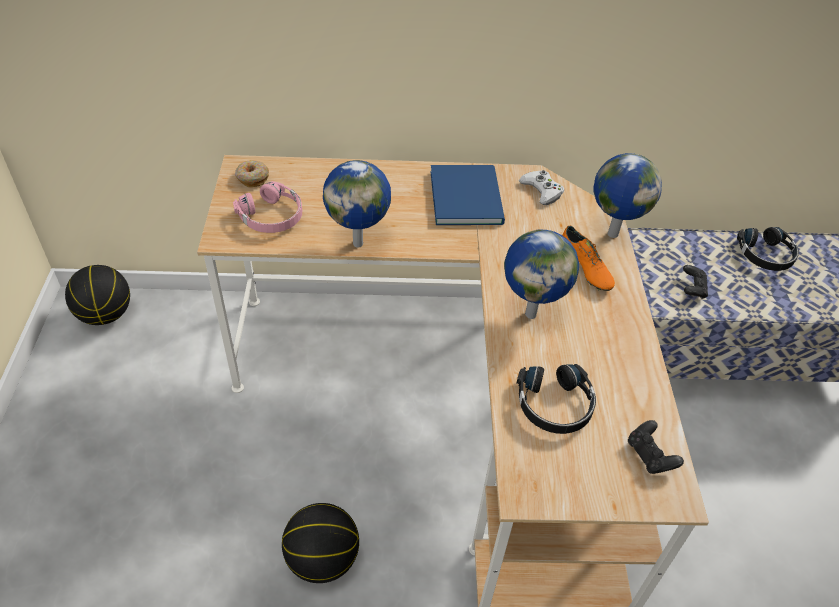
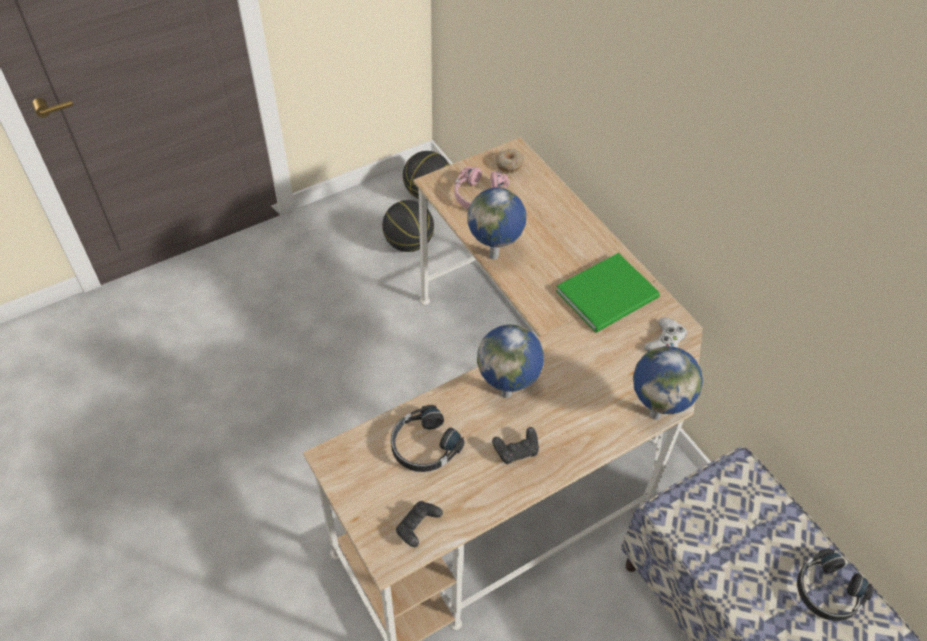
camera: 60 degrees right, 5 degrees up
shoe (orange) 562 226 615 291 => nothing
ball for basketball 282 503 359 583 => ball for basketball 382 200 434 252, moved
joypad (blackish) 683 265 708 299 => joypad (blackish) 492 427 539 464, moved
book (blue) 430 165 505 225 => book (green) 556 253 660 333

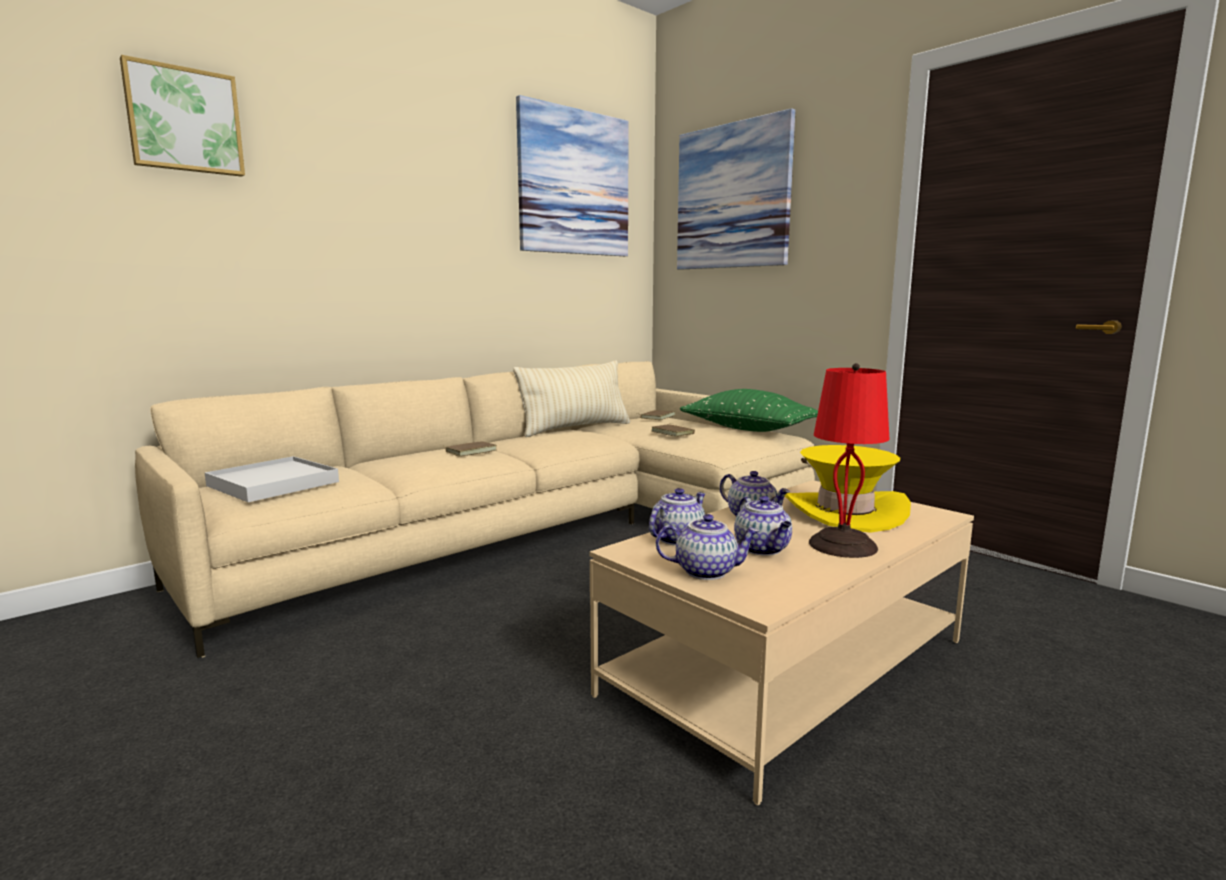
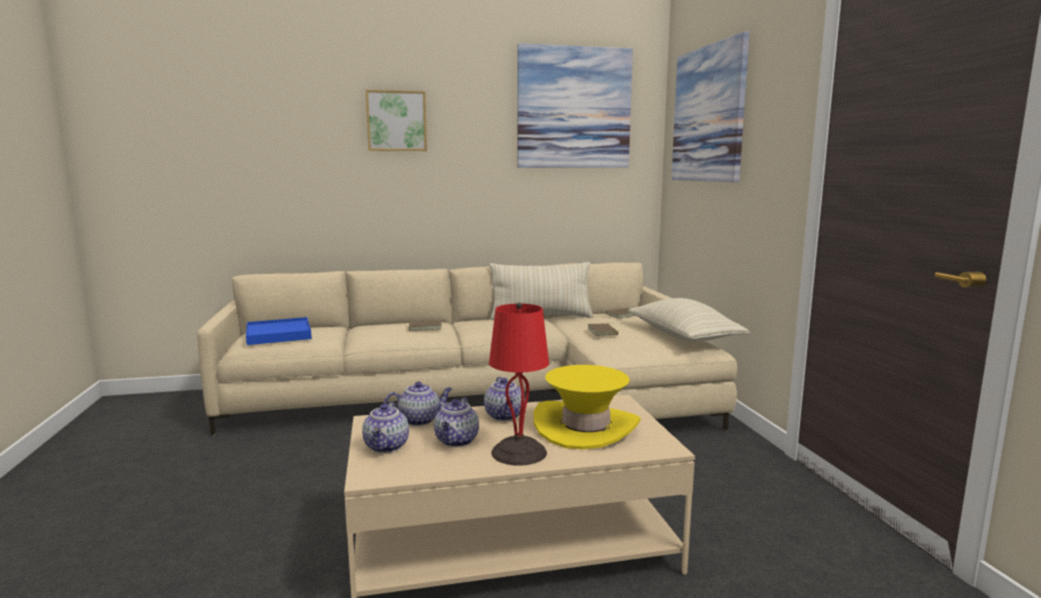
camera: 30 degrees right, 0 degrees up
wall art 120 55 245 177 => wall art 366 90 427 151, moved
carrying tray (whitish) 205 456 339 502 => carrying tray (blue) 246 317 312 345
pillow (green) 680 389 818 432 => pillow (beige-coloured) 628 298 750 342
pot for tea 656 514 760 580 => pot for tea 362 401 409 453, 60 degrees clockwise

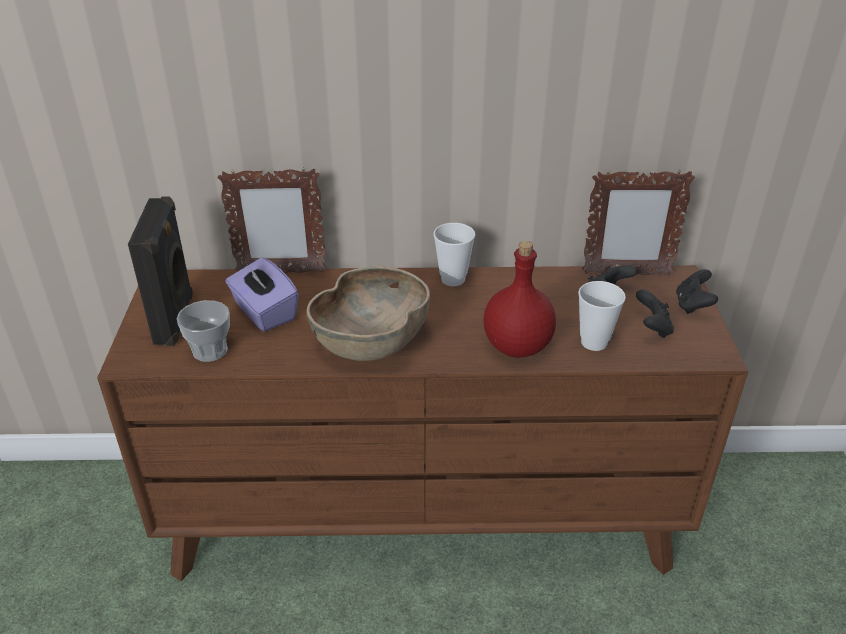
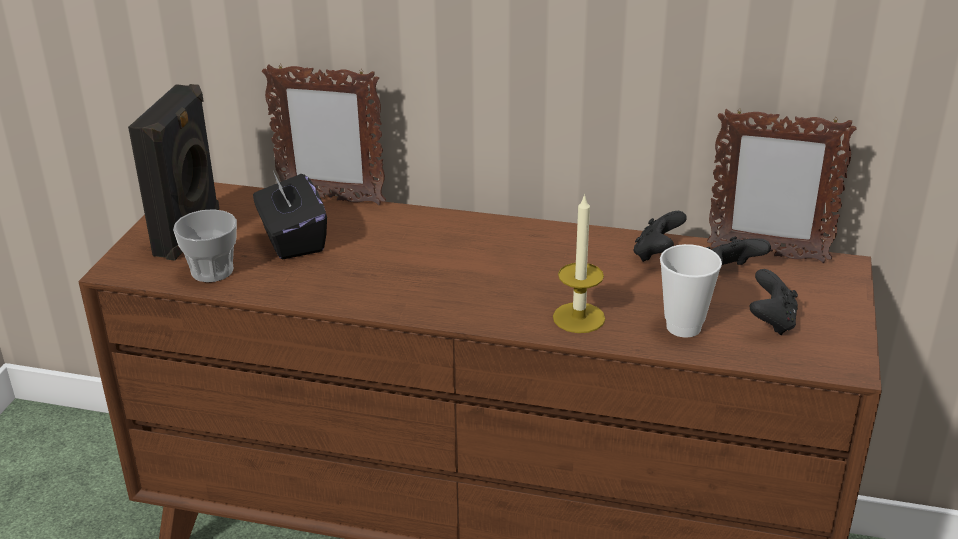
camera: 15 degrees right, 5 degrees down
deep dish (brownish) 306 266 430 361 => nothing
cup 433 223 475 286 => nothing
joypad (blackish) 676 269 718 314 => joypad (blackish) 633 211 687 262, moved
beverage bottle (red) 483 241 556 358 => wax candle 553 193 605 333
box of tissues (purple-coloured) 226 258 299 332 => box of tissues (blackish) 253 171 327 260

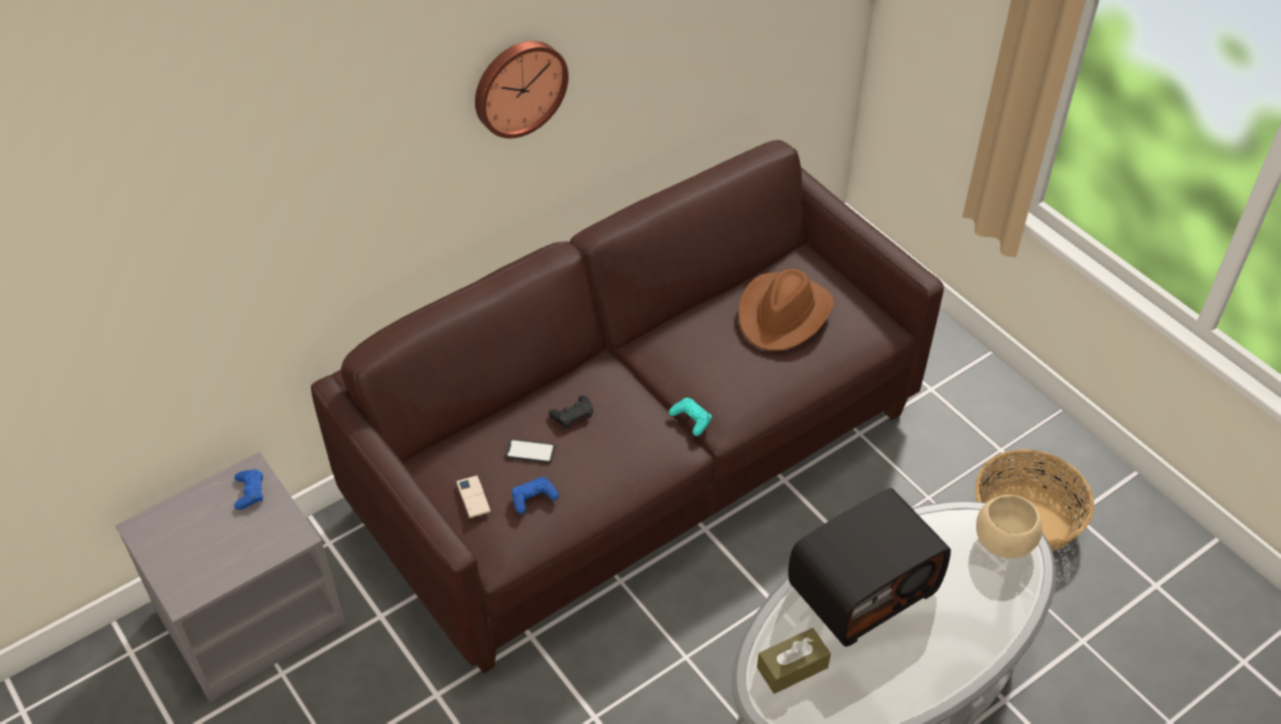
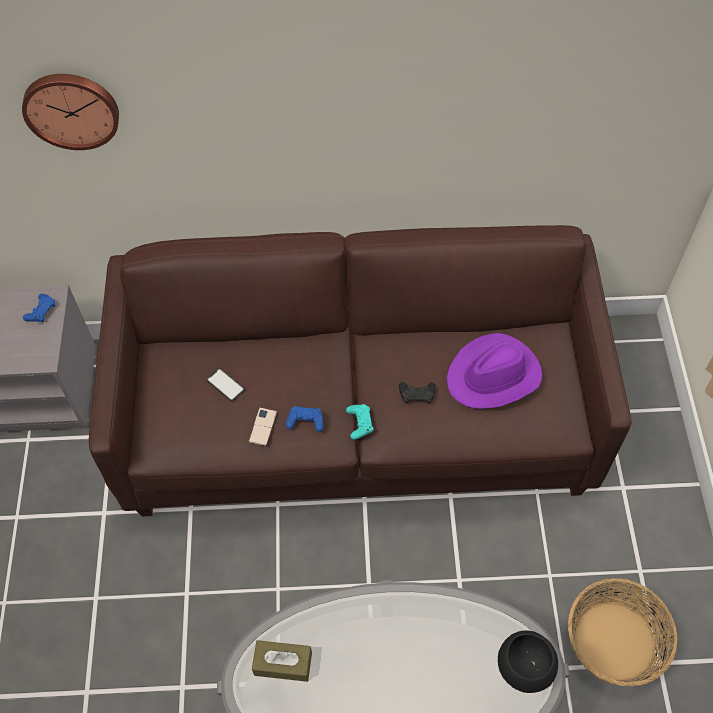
camera: 35 degrees right, 10 degrees up
radio 788 488 951 647 => nothing
phone 456 475 491 518 => phone 248 408 277 446, moved
wall clock 475 41 569 138 => wall clock 22 74 119 150, moved
joypad (blue) 512 477 559 514 => joypad (blue) 286 406 323 432, moved
joypad (blackish) 549 395 593 429 => joypad (blackish) 399 382 436 404, moved
wearable hat (brownish) 739 269 834 351 => wearable hat (purple-coloured) 447 333 542 409
deep dish (beige-coloured) 976 495 1043 558 => deep dish (blackish) 498 630 558 693

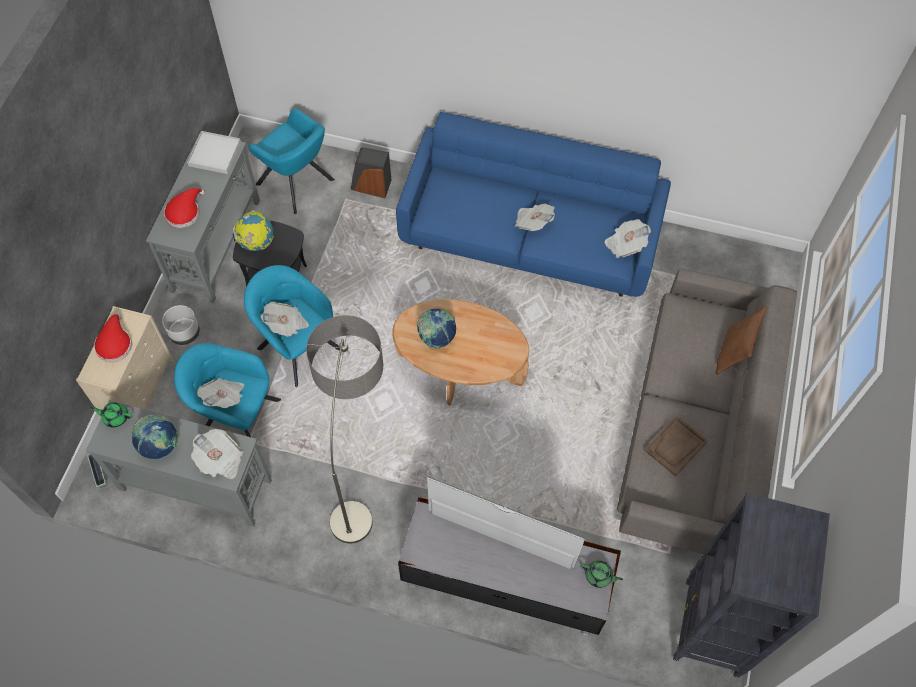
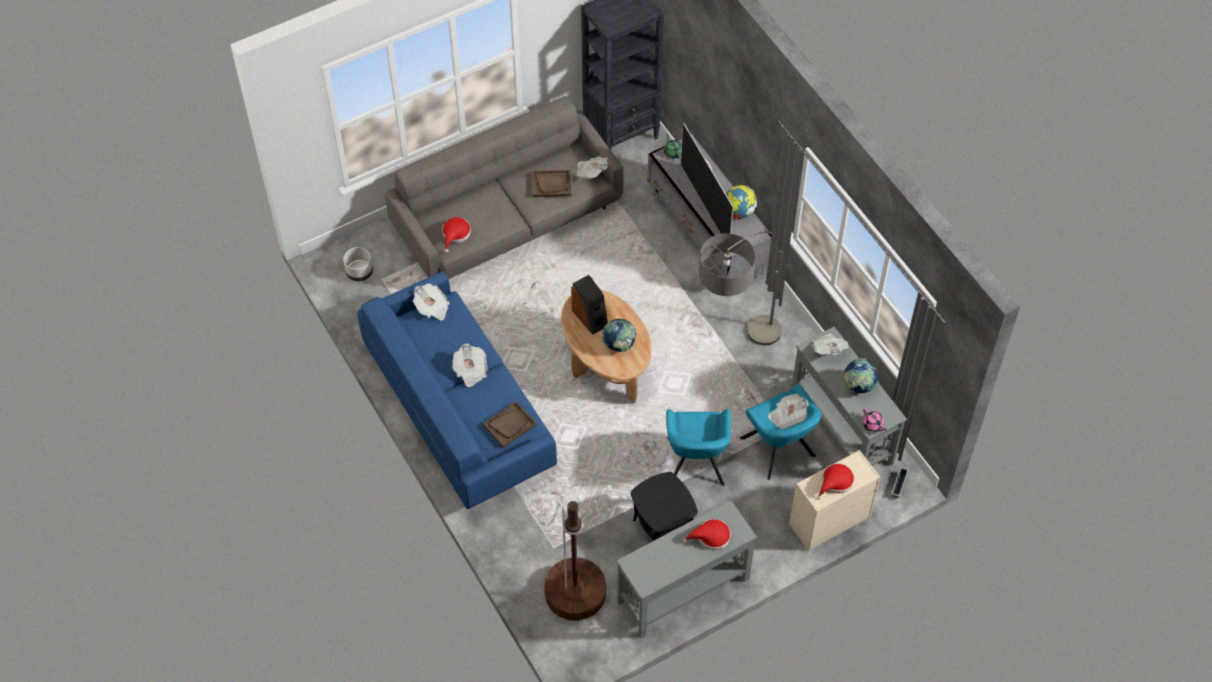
camera: 135 degrees left, 5 degrees down
carrying tray (whitish) 187 131 241 174 => nothing
pillow (brownish) 715 306 767 375 => nothing
nothing => wearable hat (red) 442 217 471 253
nothing => carrying tray (brownish) 483 401 537 448
flower pot (greyish) 162 305 200 345 => flower pot (greyish) 343 247 373 281, moved
world globe 233 211 274 251 => world globe 726 185 757 220, moved
daily paper 260 302 309 337 => daily paper 575 156 608 179, moved
speaker 351 147 391 198 => speaker 571 275 608 335, moved
armchair (blue-green) 249 109 335 214 => standing lamp (brownish) 544 501 606 621
pot for tea (green) 91 402 132 428 => pot for tea (pinkish) 863 408 886 432

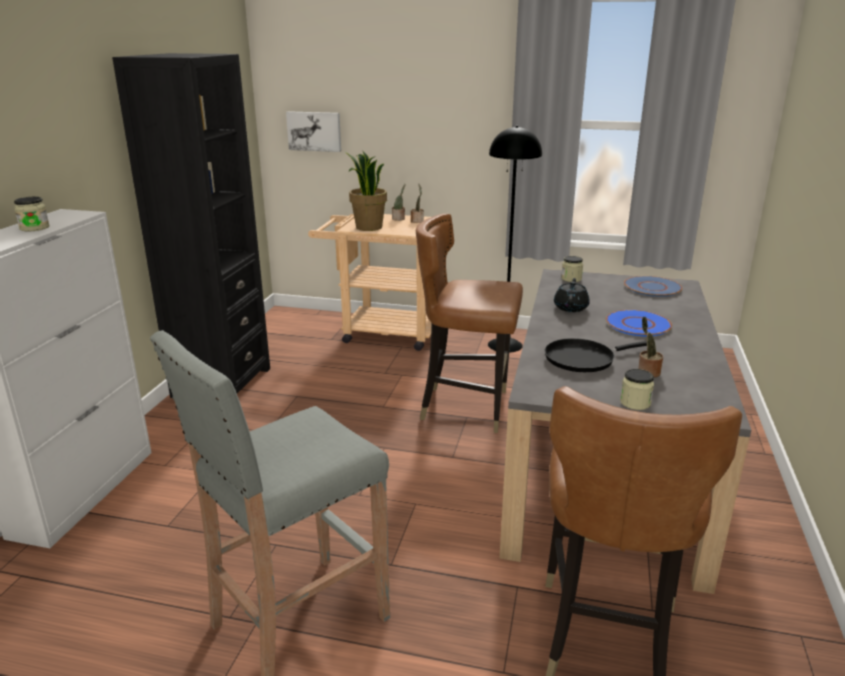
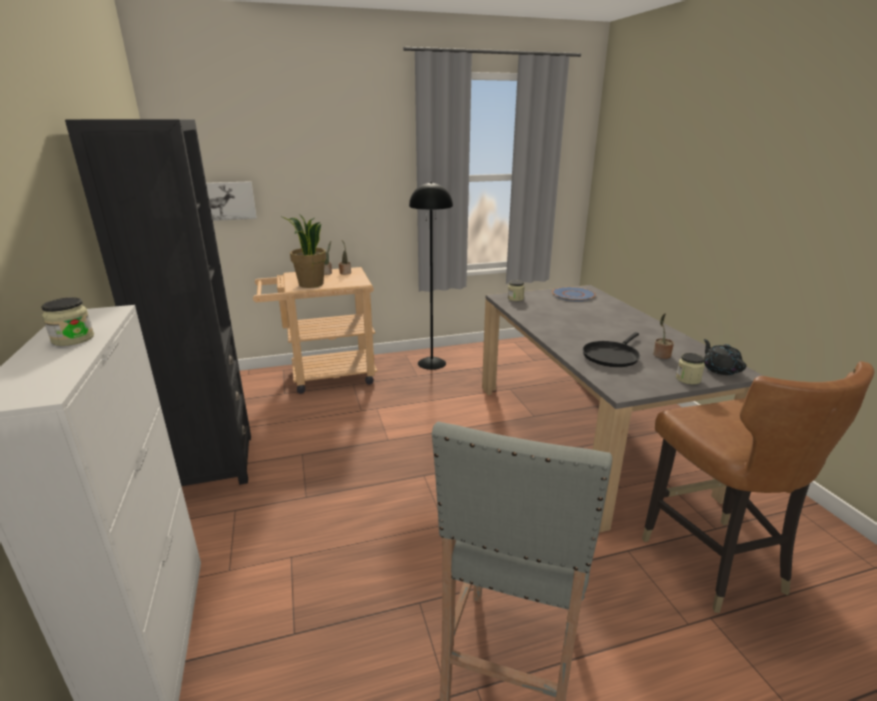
camera: 30 degrees left, 0 degrees up
upright chair (brownish) 416 214 523 433 => nothing
flat dish (blue) 606 310 672 336 => nothing
pot for tea (blackish) 554 278 590 312 => pot for tea (blackish) 704 339 746 375, moved

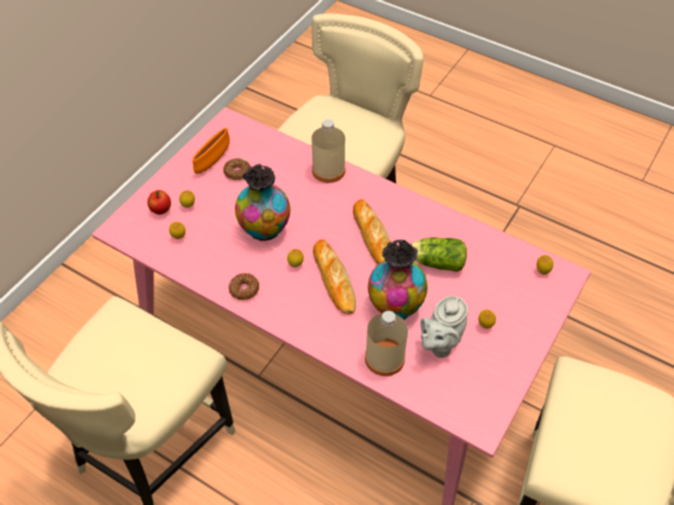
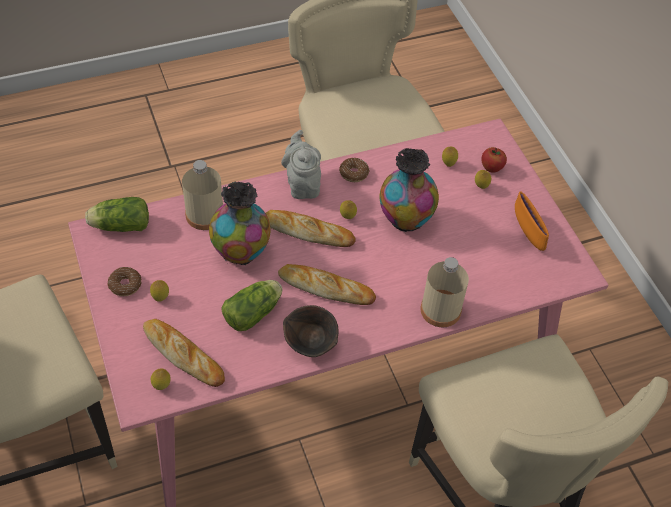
camera: 125 degrees right, 0 degrees up
nothing => head of lettuce 85 197 149 232
nothing => bakery bread 143 319 225 387
nothing => deep dish (brownish) 283 305 339 357
ring doughnut 223 158 251 180 => ring doughnut 107 267 141 296, moved
pot for tea (greyish) 420 296 468 358 => pot for tea (greyish) 281 130 321 199, moved

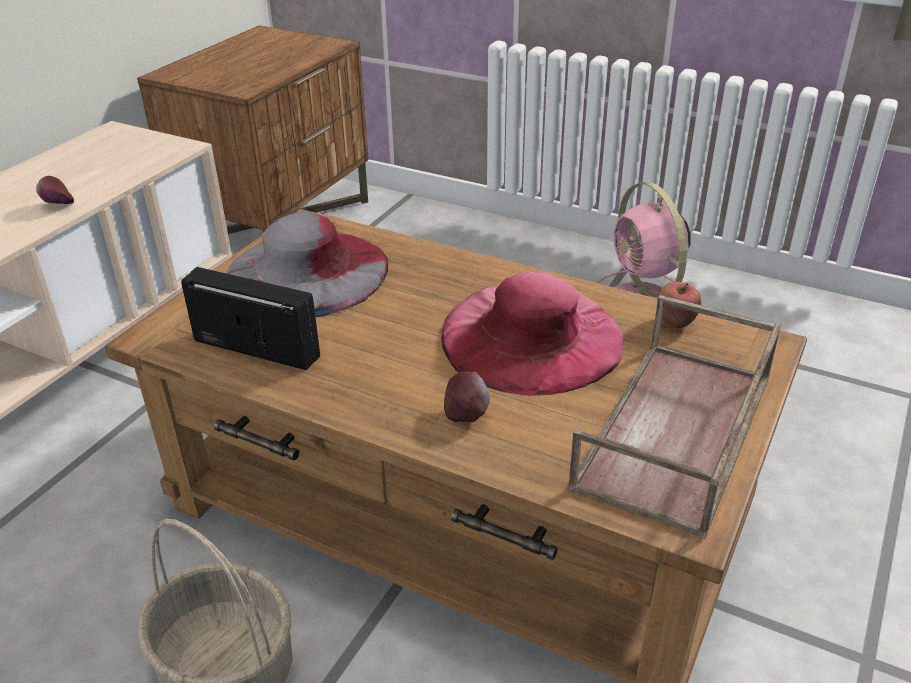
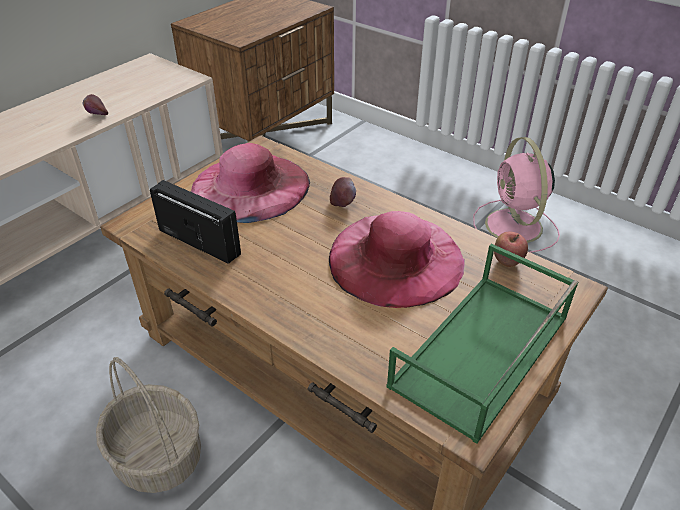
camera: 10 degrees right, 5 degrees up
apple 444 372 490 422 => apple 330 177 356 207, moved
wearable hat (greyish) 226 211 388 317 => wearable hat (pinkish) 191 143 310 223
carrying tray (brownish) 568 295 781 539 => carrying tray (green) 386 244 578 444

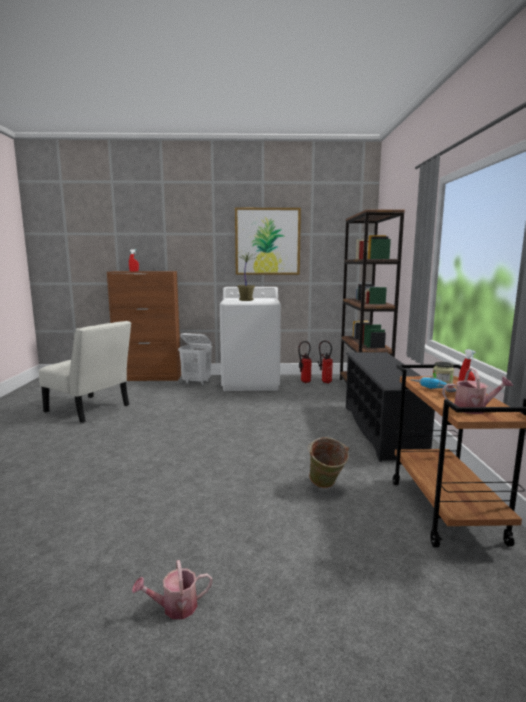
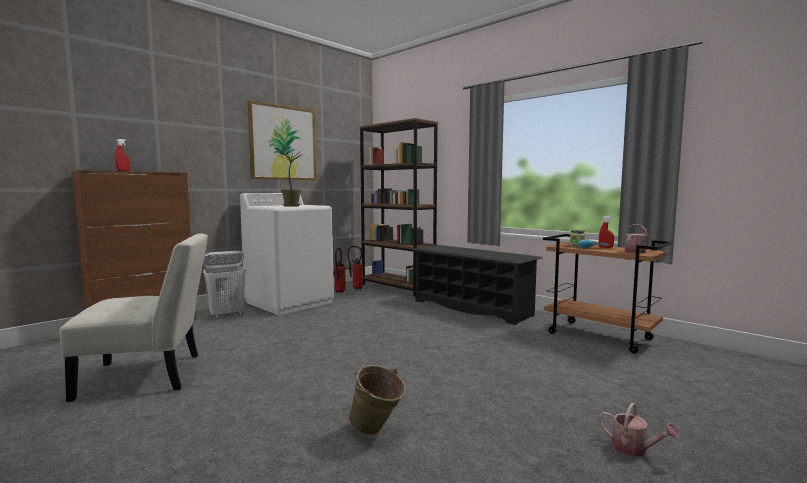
camera: 45 degrees left, 5 degrees down
water bucket (green) 308 437 349 488 => water bucket (green) 349 365 406 435, moved
watering pot 132 560 212 619 => watering pot 599 403 679 457, 75 degrees counterclockwise

